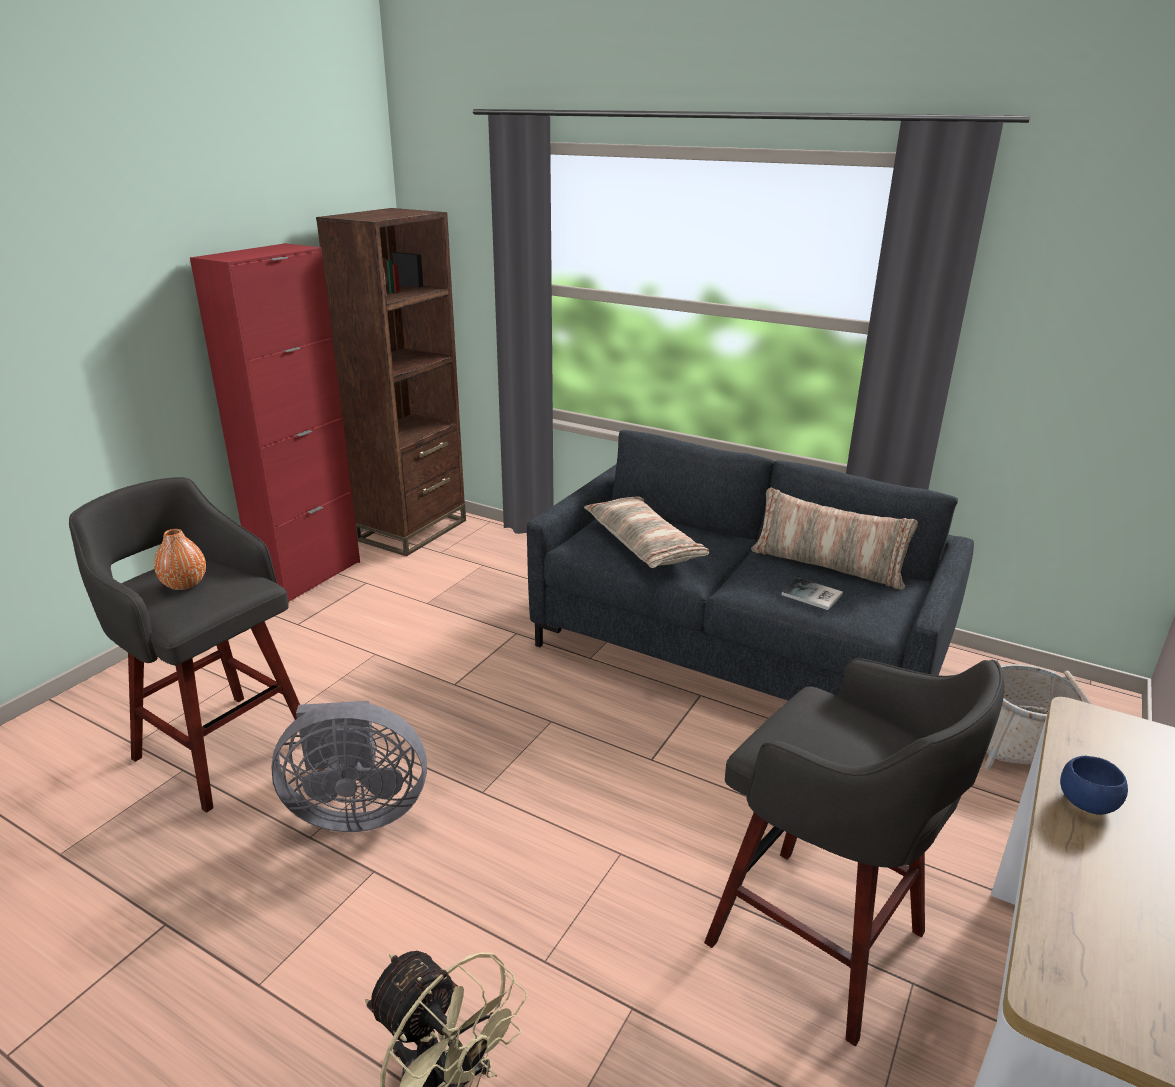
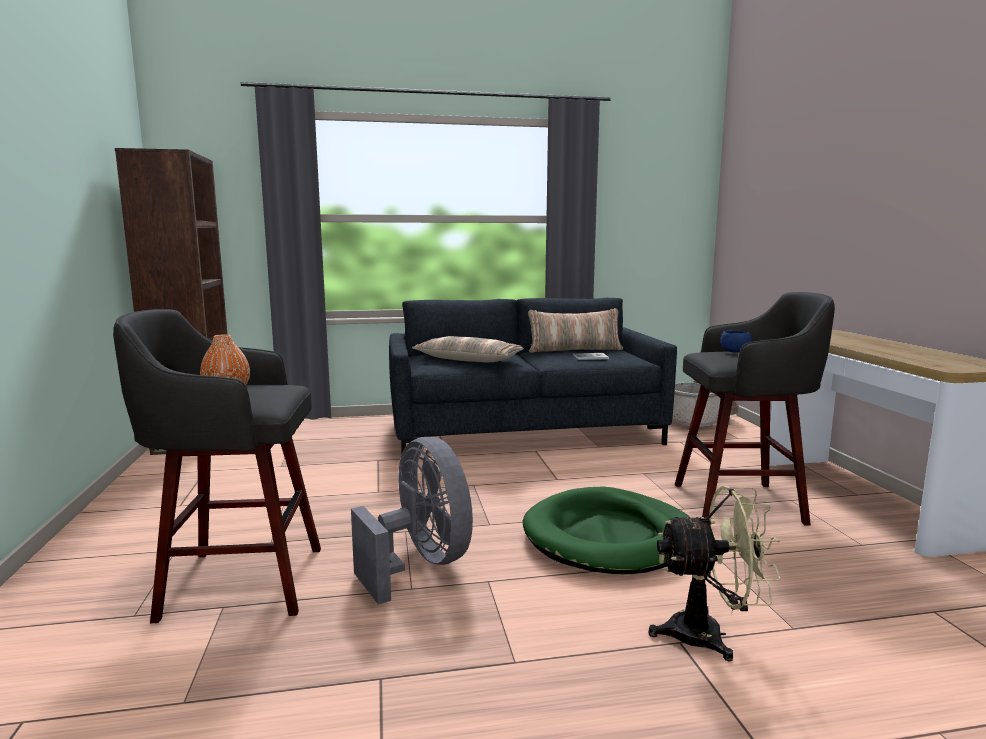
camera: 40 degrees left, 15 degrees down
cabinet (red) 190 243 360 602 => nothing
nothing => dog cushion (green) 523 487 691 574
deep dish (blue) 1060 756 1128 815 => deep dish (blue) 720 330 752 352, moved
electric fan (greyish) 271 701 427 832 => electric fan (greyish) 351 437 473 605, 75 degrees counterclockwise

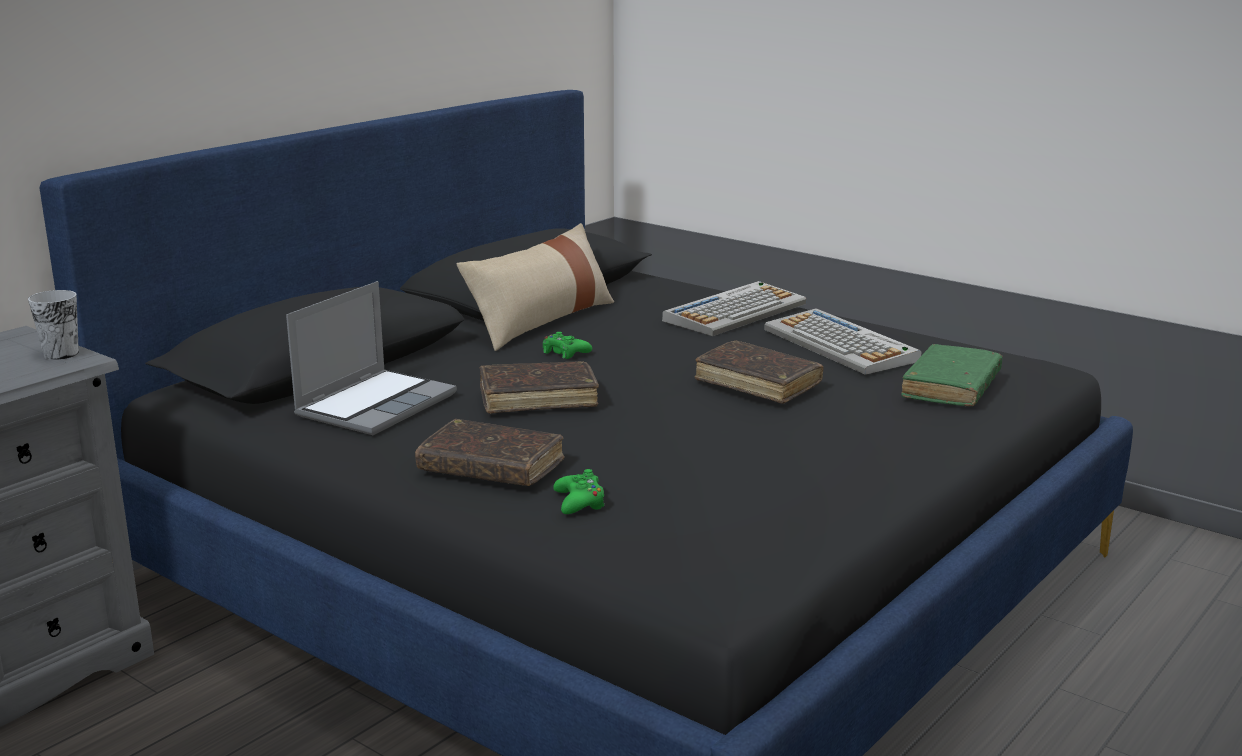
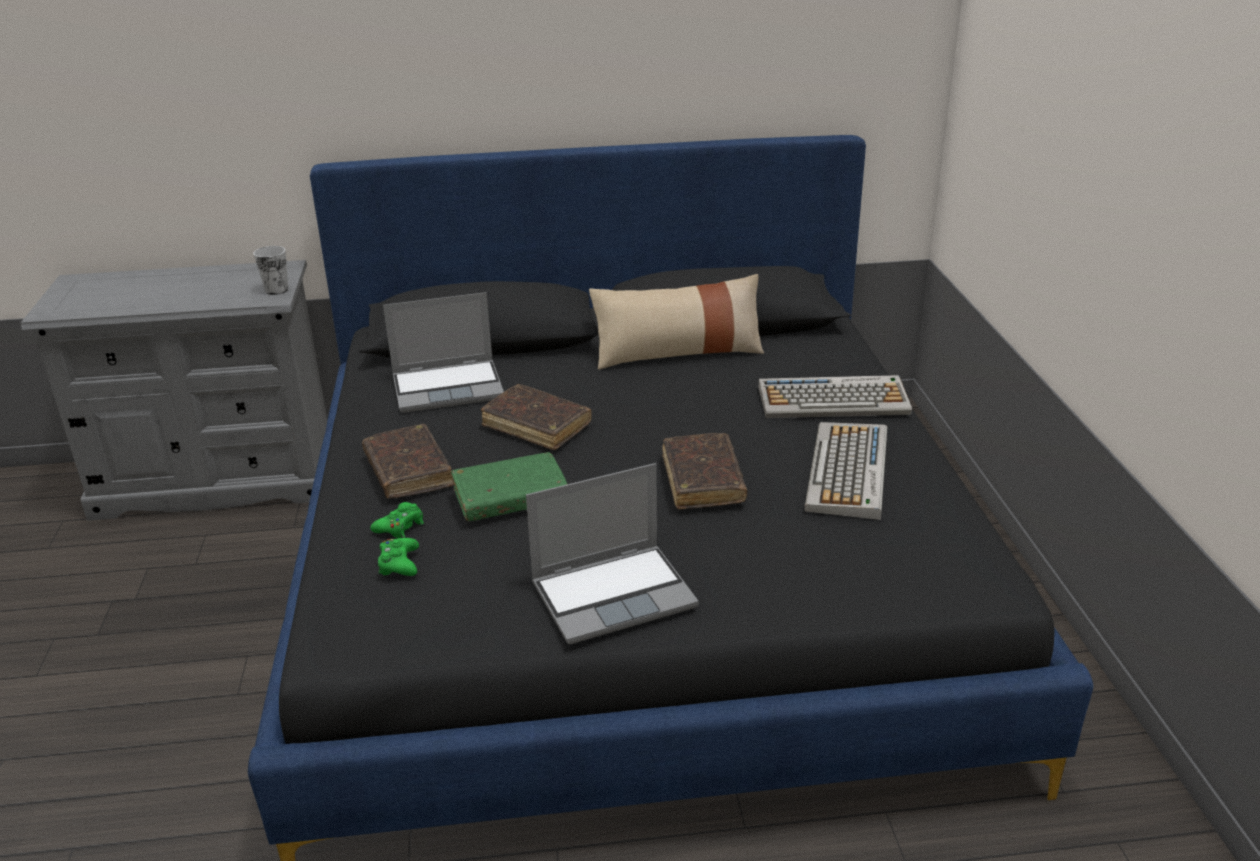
camera: 45 degrees right, 10 degrees up
nothing => laptop 526 463 699 644
joypad (green) 543 332 592 359 => joypad (green) 378 538 419 576, moved
book (green) 901 344 1003 406 => book (green) 451 452 567 521, moved

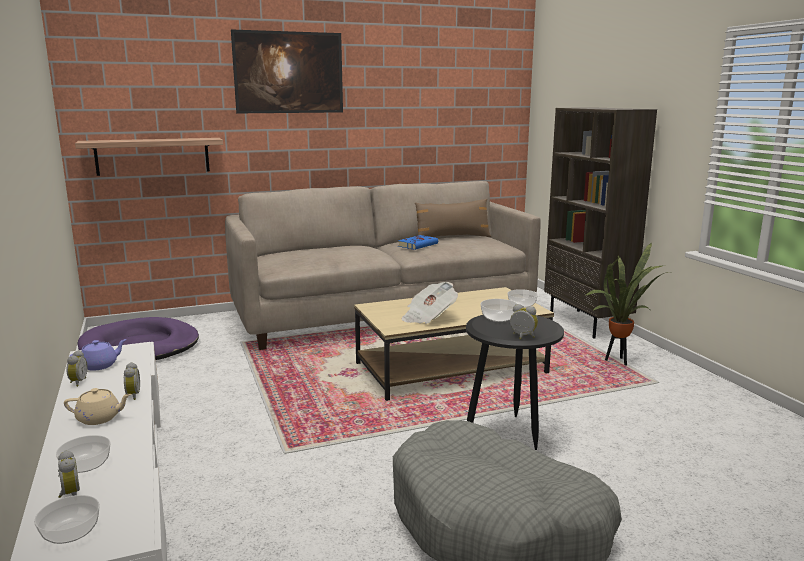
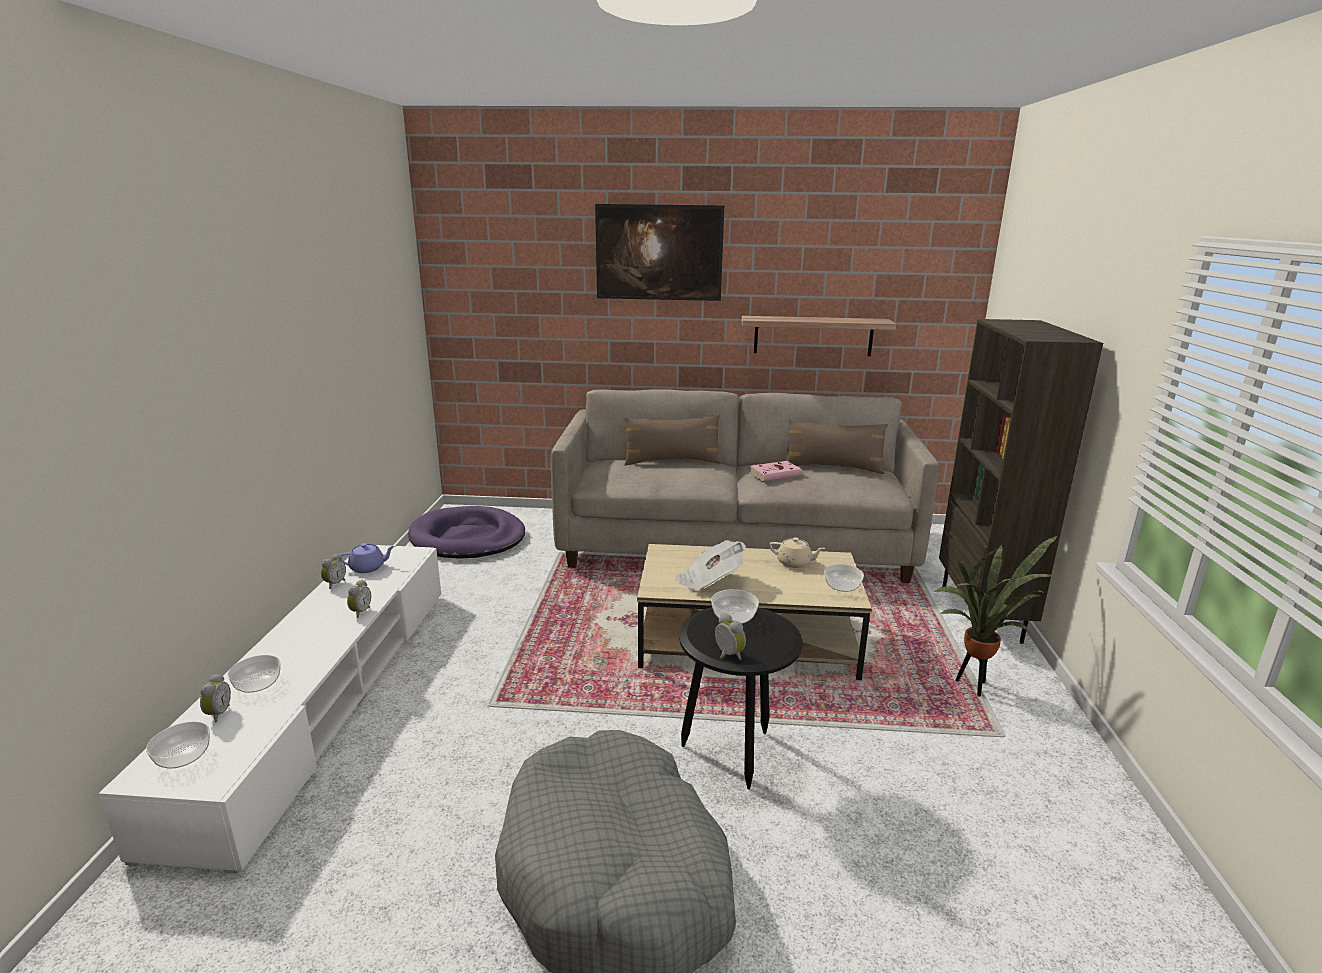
camera: 25 degrees right, 5 degrees up
nothing => pillow (brownish) 625 415 721 466
pot for tea (beige-coloured) 64 388 132 425 => pot for tea (beige-coloured) 769 537 825 568, moved
bracket shelf 75 138 223 176 => bracket shelf 742 316 896 356, moved
book (blue) 398 235 438 250 => book (pinkish) 750 461 802 481

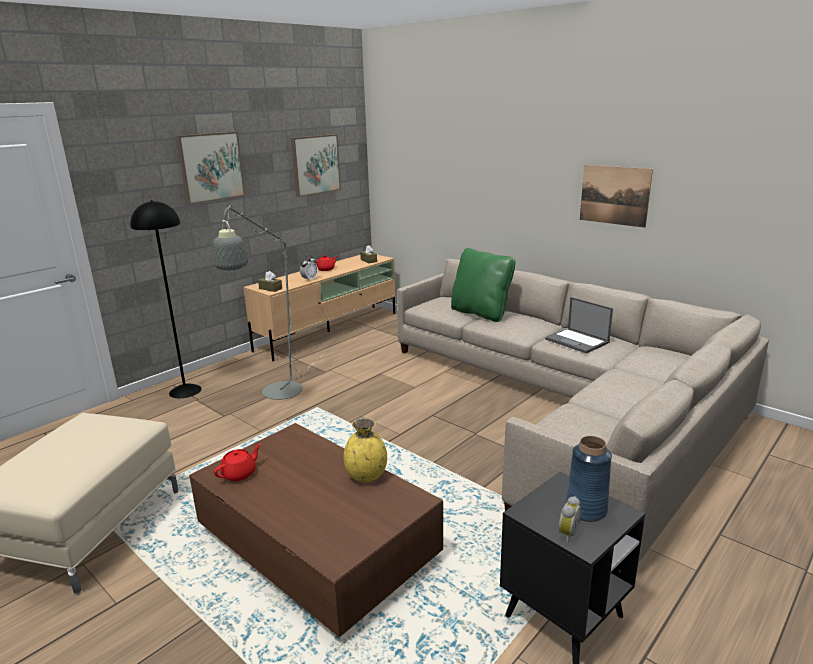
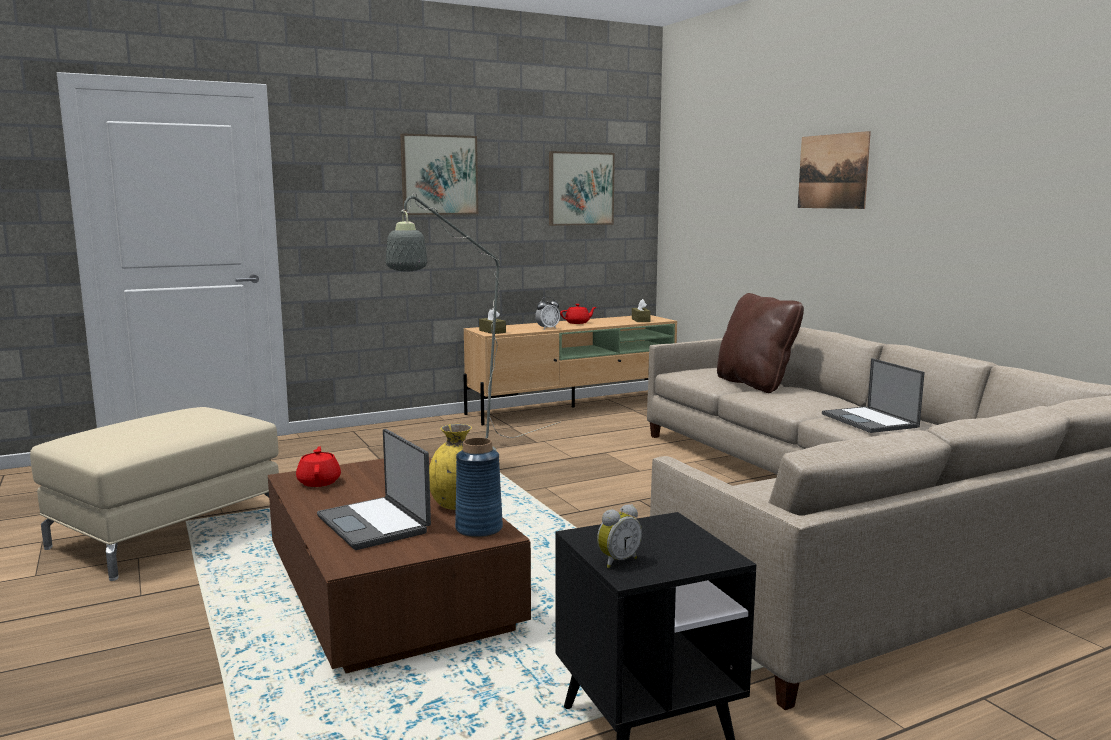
camera: 20 degrees right, 10 degrees down
standing lamp (blackish) 130 200 202 398 => nothing
nothing => laptop 317 429 431 550
decorative vase (blue) 565 436 612 522 => decorative vase (blue) 455 438 503 538, moved
wall art 580 165 653 228 => wall art 798 131 871 209, moved
pillow (green) 451 248 515 322 => pillow (brownish) 717 293 804 393
pot for tea (red) 214 444 261 481 => pot for tea (red) 296 446 341 487, 75 degrees counterclockwise

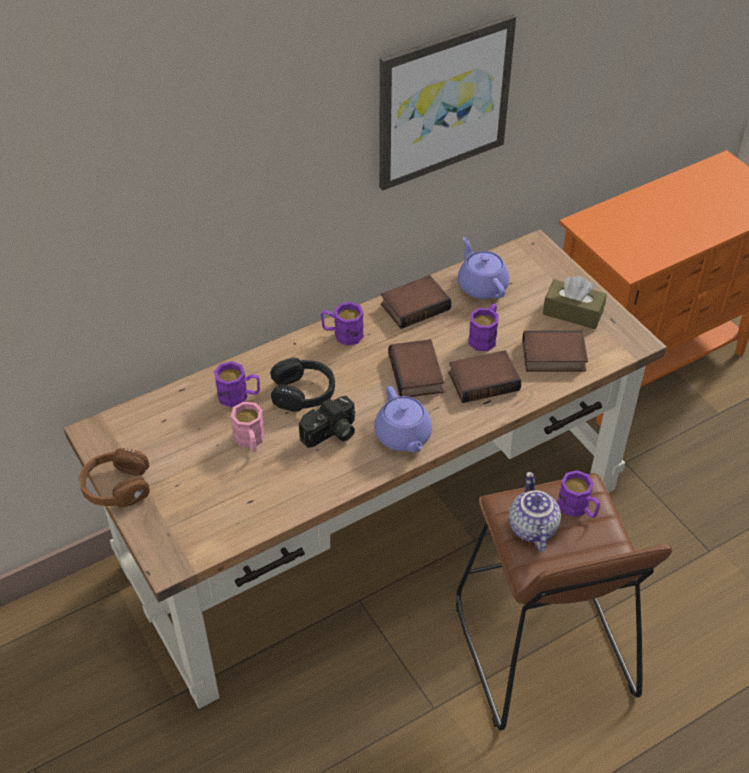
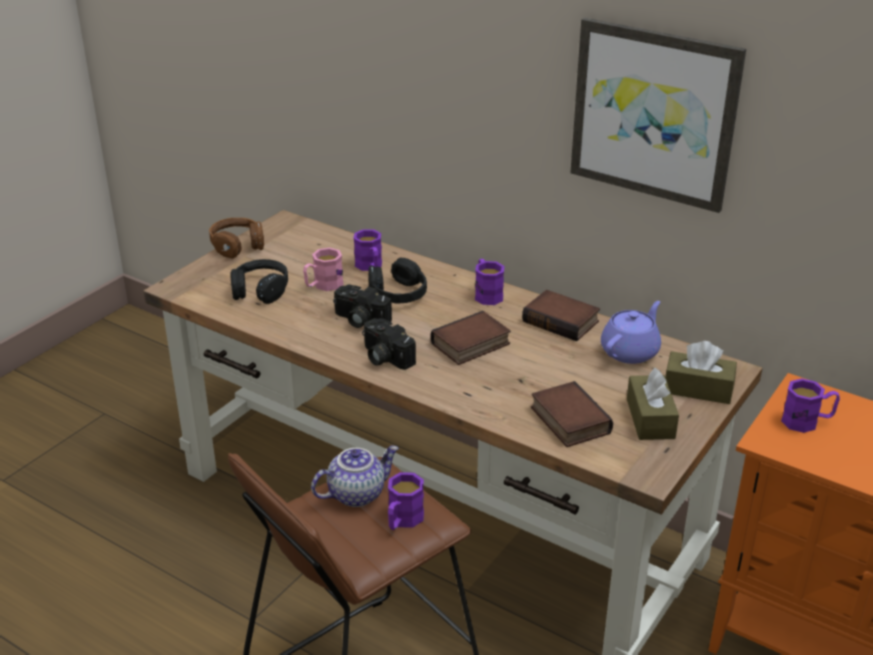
camera: 65 degrees right, 15 degrees down
book 448 350 521 403 => nothing
nothing => headphones (blackish) 230 259 288 304
nothing => box of tissues (brownish) 665 341 737 404
coffee mug (purple-coloured) 468 304 498 351 => coffee mug (purple-coloured) 781 378 840 433, moved
pot for tea (purple-coloured) 374 386 432 453 => photo camera 362 318 416 370

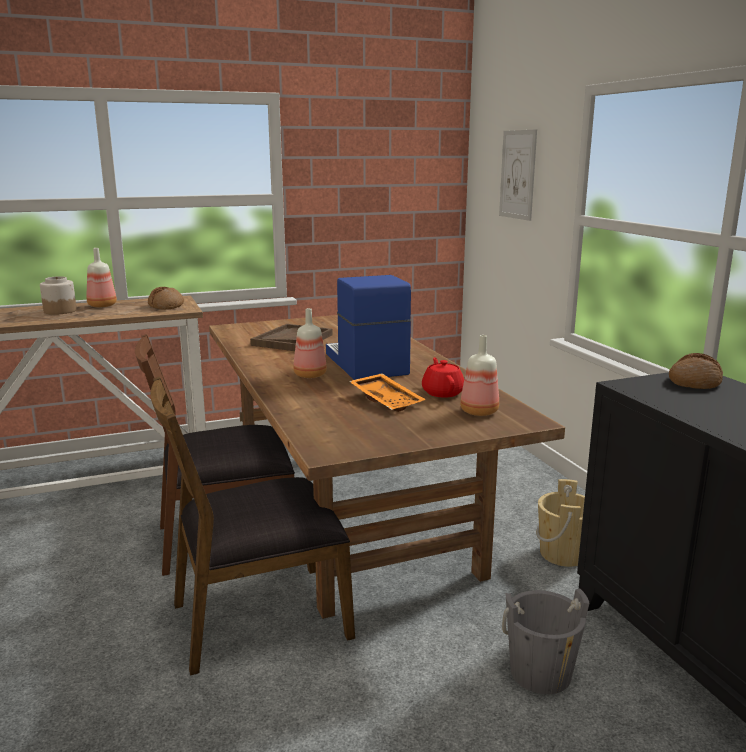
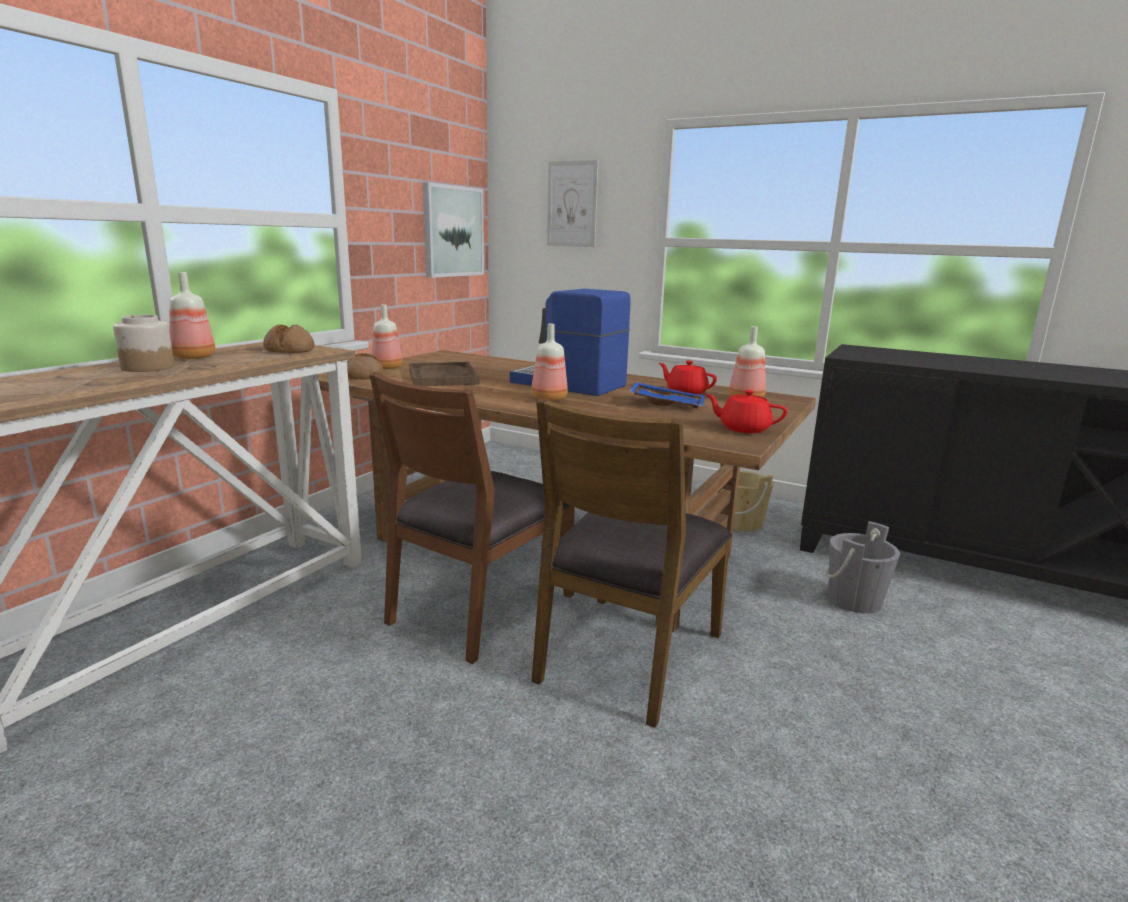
camera: 40 degrees left, 0 degrees up
nothing => beverage bottle 371 305 402 369
nothing => wall art 423 182 484 278
nothing => pot for tea (red) 705 390 788 433
bakery bread 669 353 723 389 => bakery bread 347 353 383 380, moved
carrying tray (orange) 349 373 426 412 => carrying tray (blue) 630 382 705 409

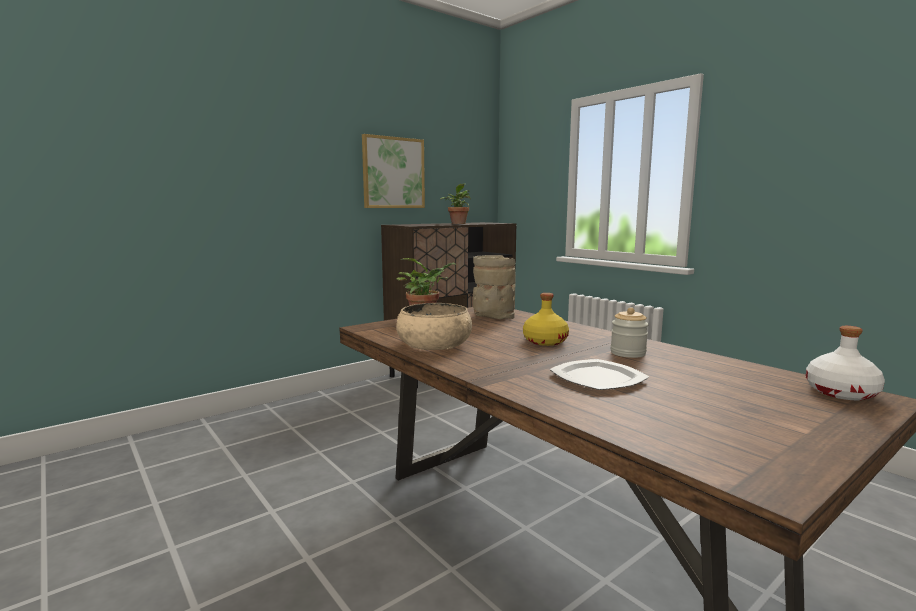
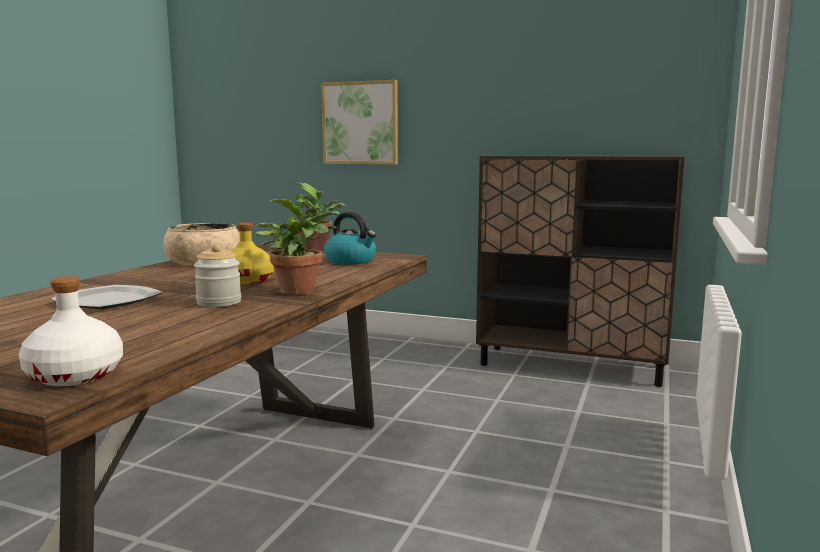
camera: 60 degrees right, 0 degrees up
wall art 362 134 425 208 => wall art 321 80 398 165, moved
houseplant 440 184 471 224 => houseplant 255 199 346 295, moved
decorative vase (beige-coloured) 473 255 516 319 => water kettle 324 212 376 265

